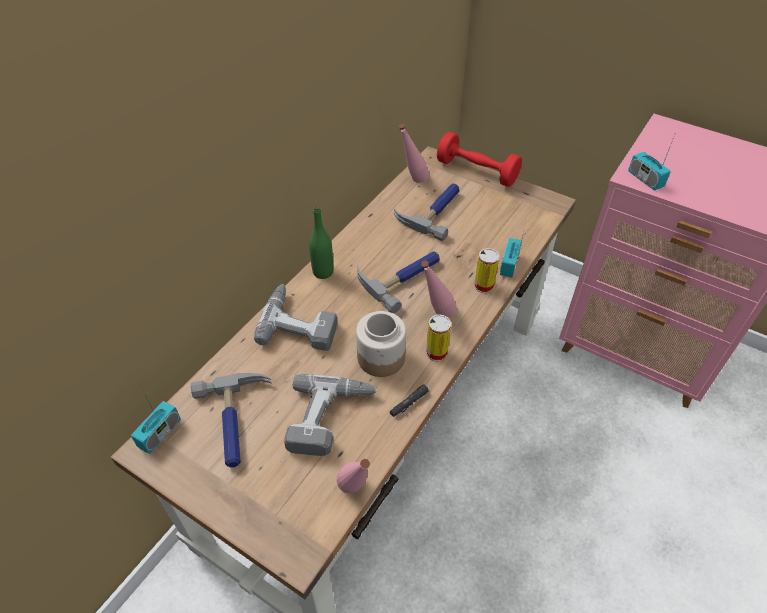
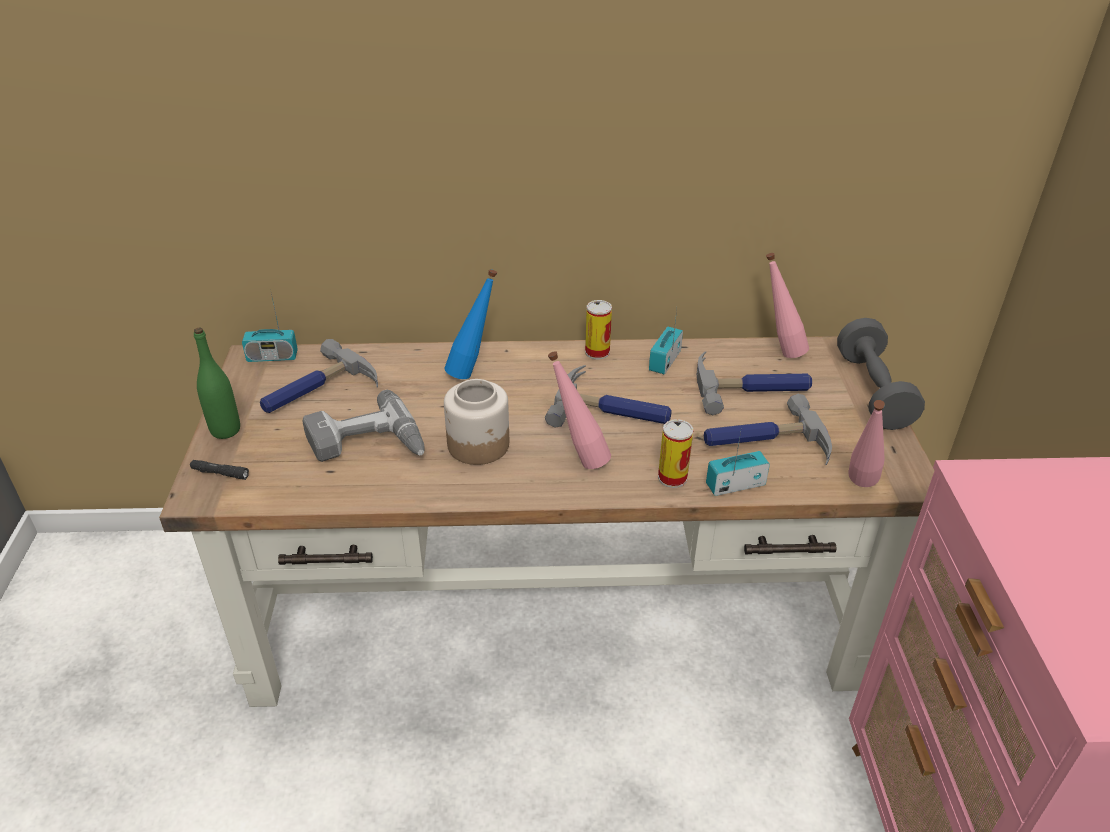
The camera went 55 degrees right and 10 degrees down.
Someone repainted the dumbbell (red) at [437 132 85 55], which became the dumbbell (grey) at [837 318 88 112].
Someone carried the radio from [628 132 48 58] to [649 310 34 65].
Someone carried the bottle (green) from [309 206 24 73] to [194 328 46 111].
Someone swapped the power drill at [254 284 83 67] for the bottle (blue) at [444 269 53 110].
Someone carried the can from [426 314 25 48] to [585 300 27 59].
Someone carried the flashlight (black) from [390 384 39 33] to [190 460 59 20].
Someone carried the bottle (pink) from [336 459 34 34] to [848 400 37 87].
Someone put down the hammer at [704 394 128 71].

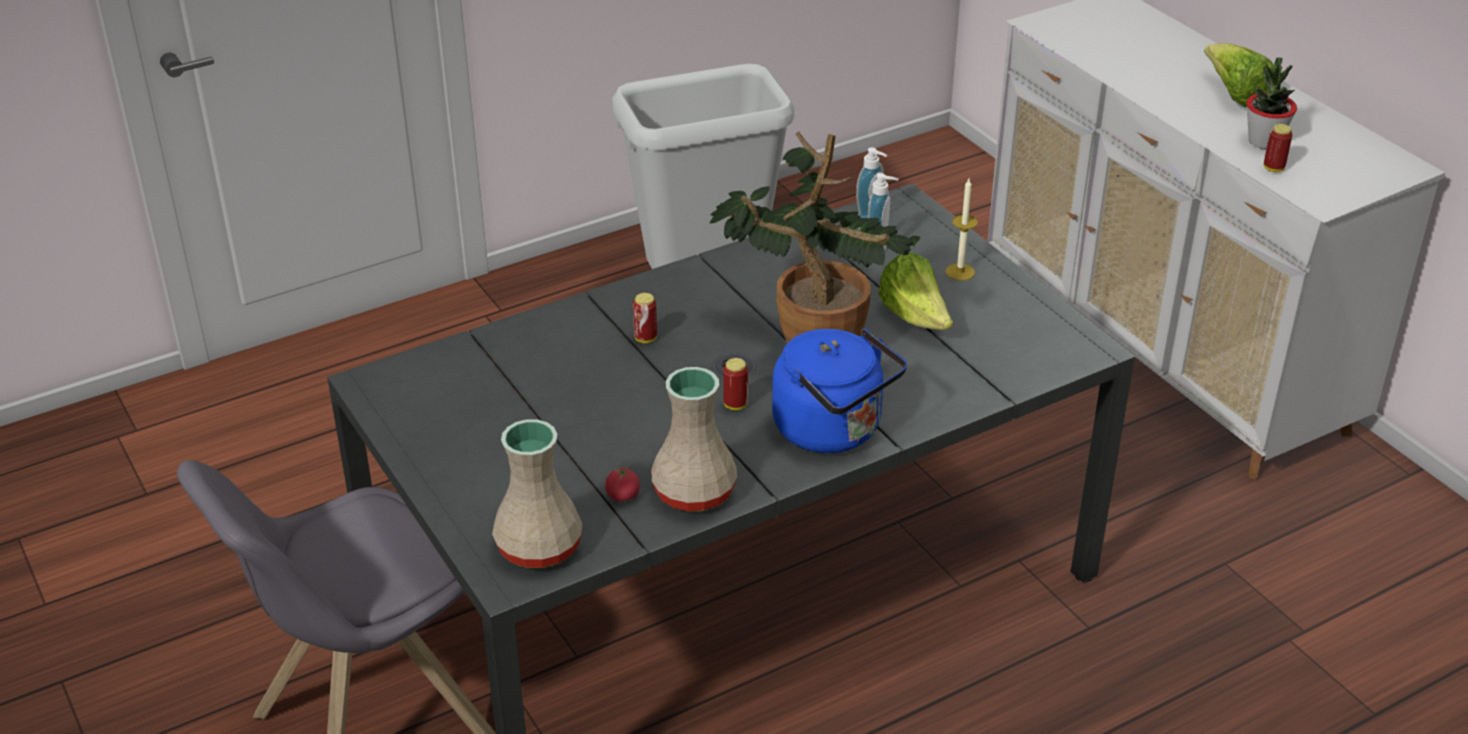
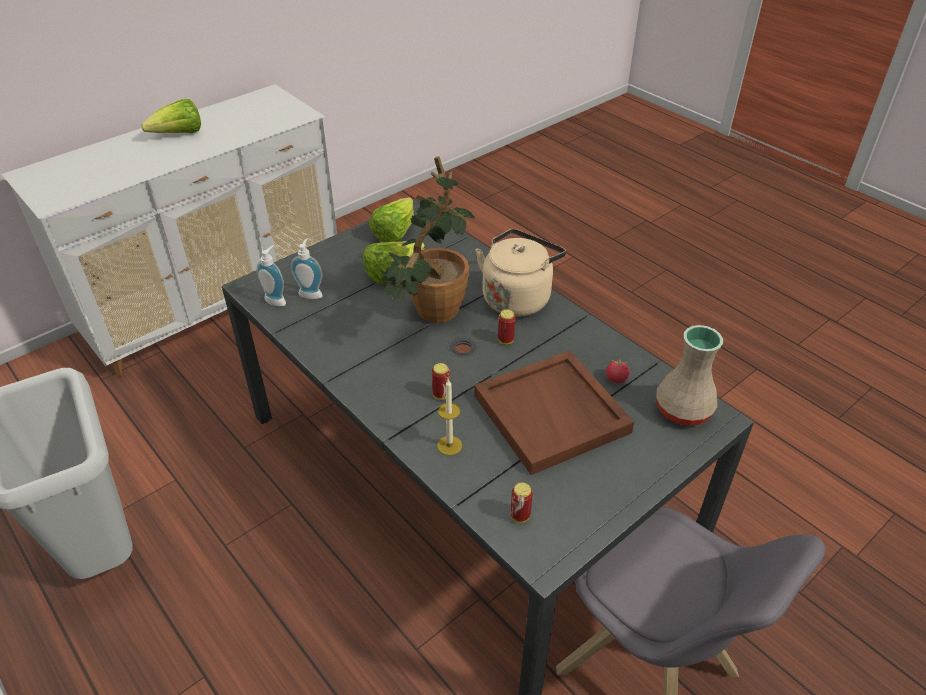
The camera went 100 degrees left and 5 degrees up.
Someone took away the potted plant at [1246 57 51 92].
Someone carried the can from [1264 124 28 48] to [510 483 23 40].
Someone carried the candle from [946 179 32 102] to [437 379 25 76].
Someone repainted the kettle (blue) at [772 328 135 125], which became the kettle (beige) at [475 229 91 88].
Someone took away the vase (beige) at [651 367 86 145].
Someone put down the lettuce at [369 197 45 45].
Someone put down the tray (brown) at [474 351 160 124].

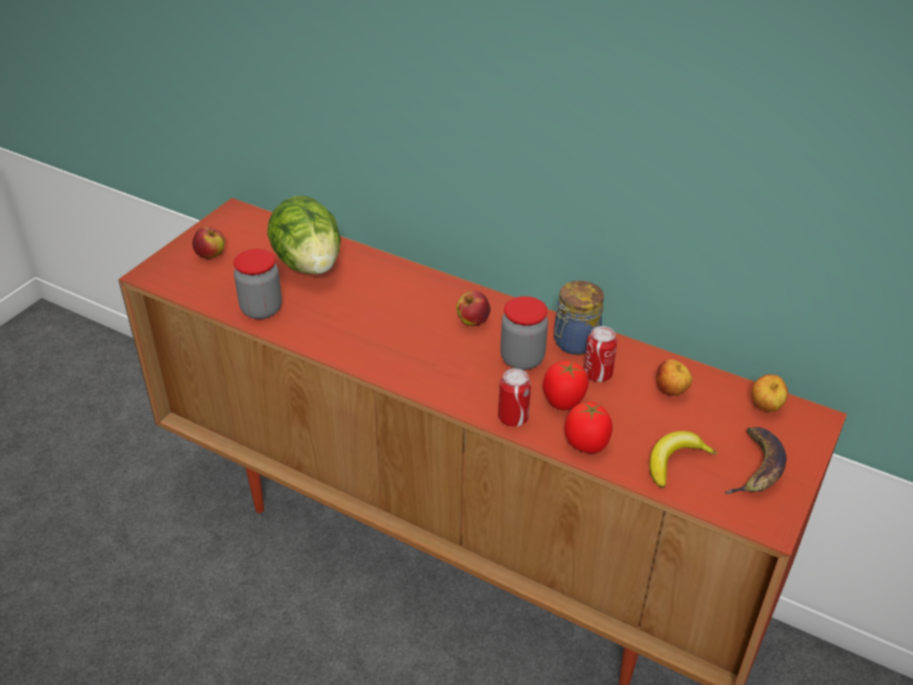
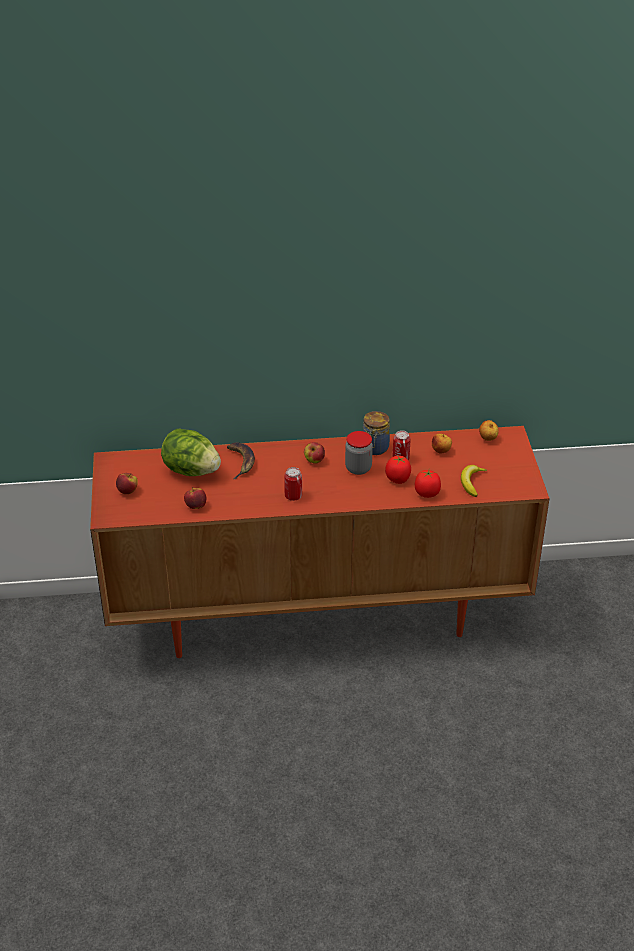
The camera went 35 degrees left and 0 degrees up.
Someone swapped the jar at [234 249 48 70] for the apple at [184 487 22 22].
Someone carried the can from [498 368 33 59] to [284 467 18 34].
Someone carried the banana from [725 427 62 67] to [227 443 28 36].

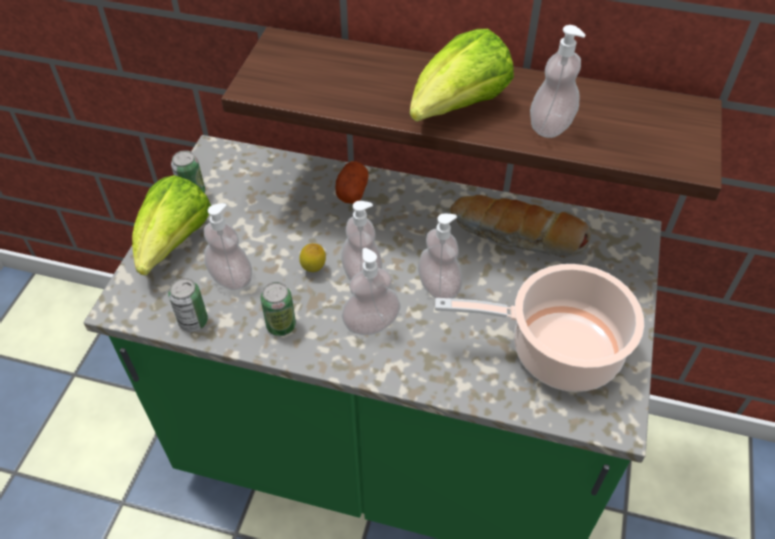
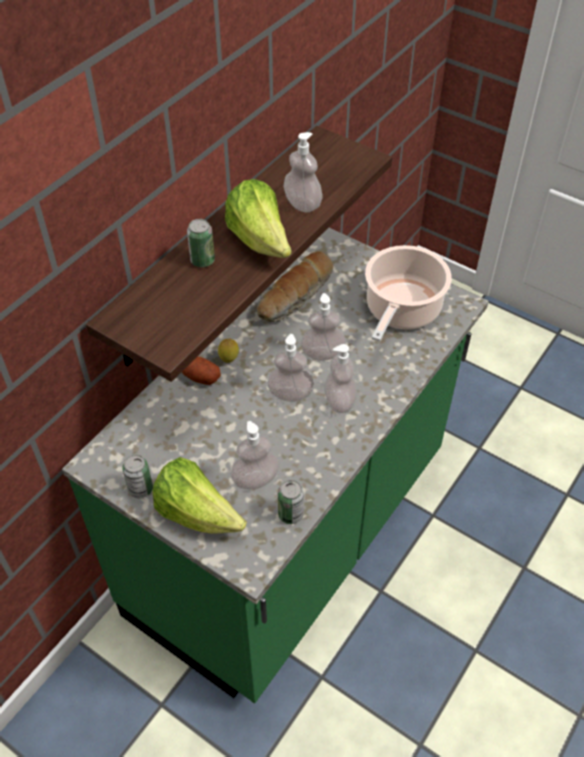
The camera went 70 degrees left and 0 degrees up.
Someone carried the lemon from [299 243 27 29] to [218 339 21 24].
Someone carried the can from [261 282 35 54] to [187 219 28 48].

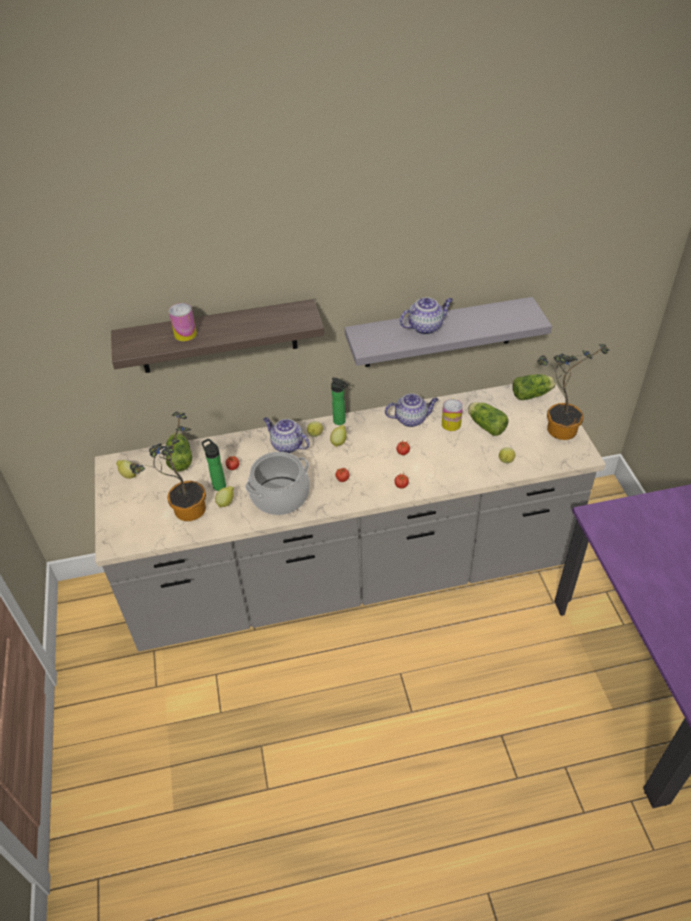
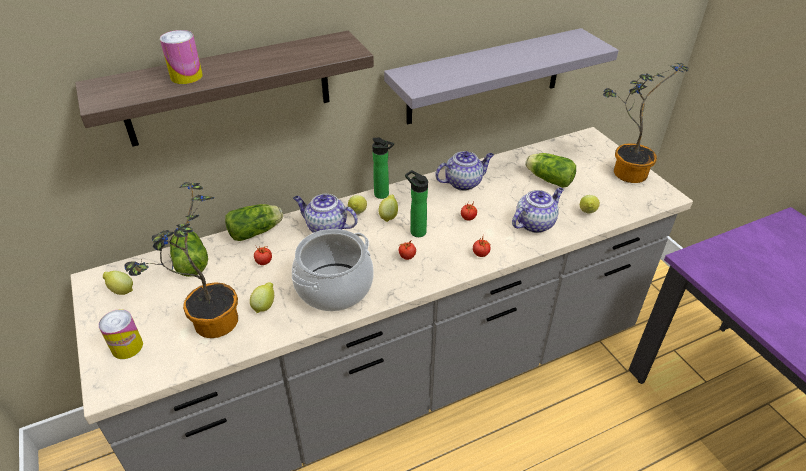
The camera went 15 degrees left and 5 degrees down.
Someone carried the teapot from [399 297 54 38] to [512 188 52 45].
Someone carried the lettuce from [513 374 43 26] to [225 204 58 37].
Someone carried the can from [442 399 21 32] to [99 309 44 50].
Someone carried the bottle from [201 439 25 52] to [405 170 23 67].

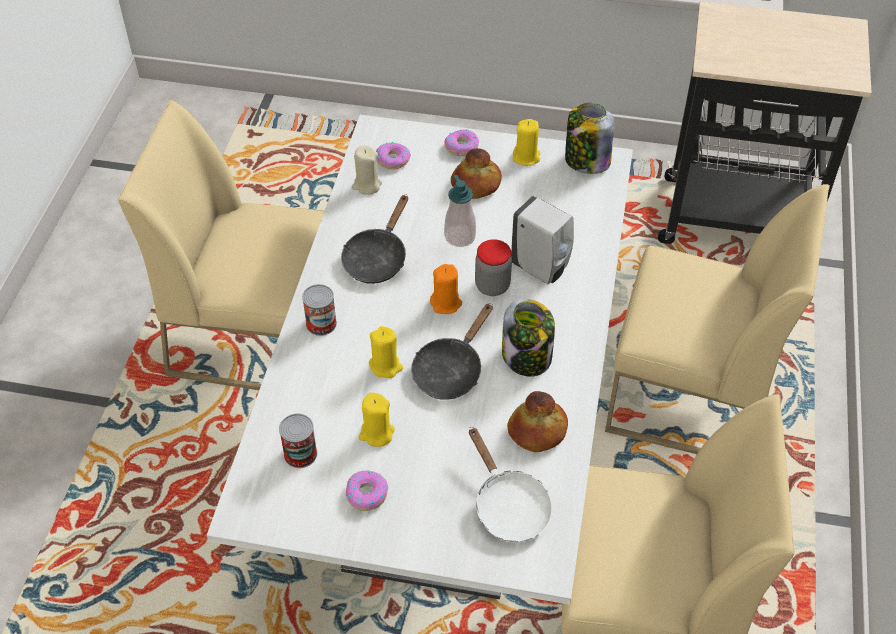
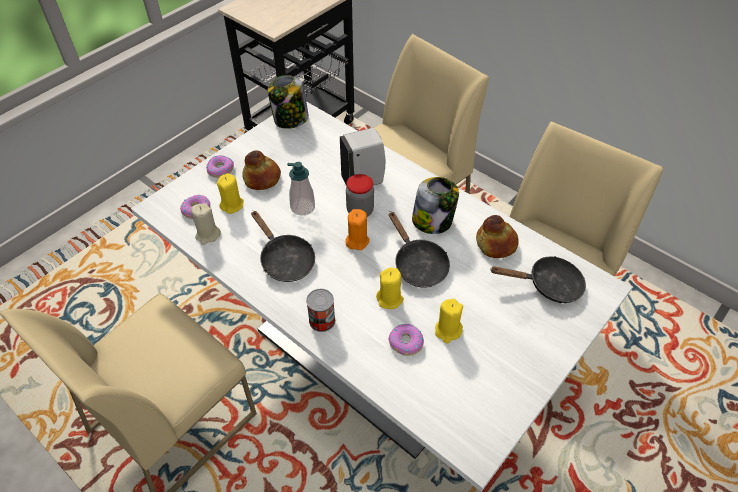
The camera went 60 degrees left and 0 degrees up.
Someone carried the candle (yellow) from [513 119 27 47] to [217 173 27 41].
Someone took away the can at [279 414 38 54].
Someone repainted the frying pan (white) at [469 427 83 115], which became the frying pan (black) at [491 256 95 47].
Someone carried the donut from [346 470 42 41] to [388 324 36 32].

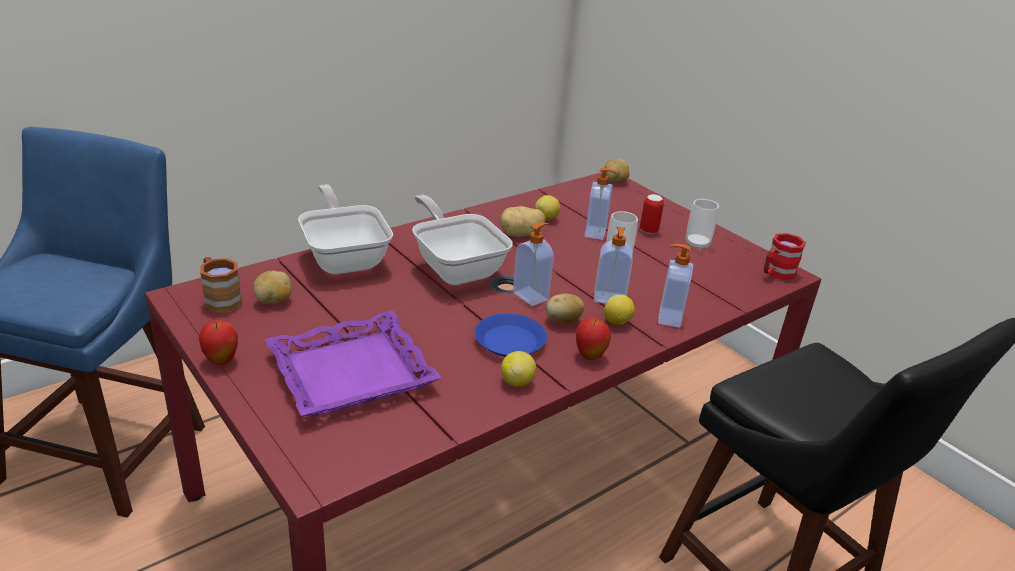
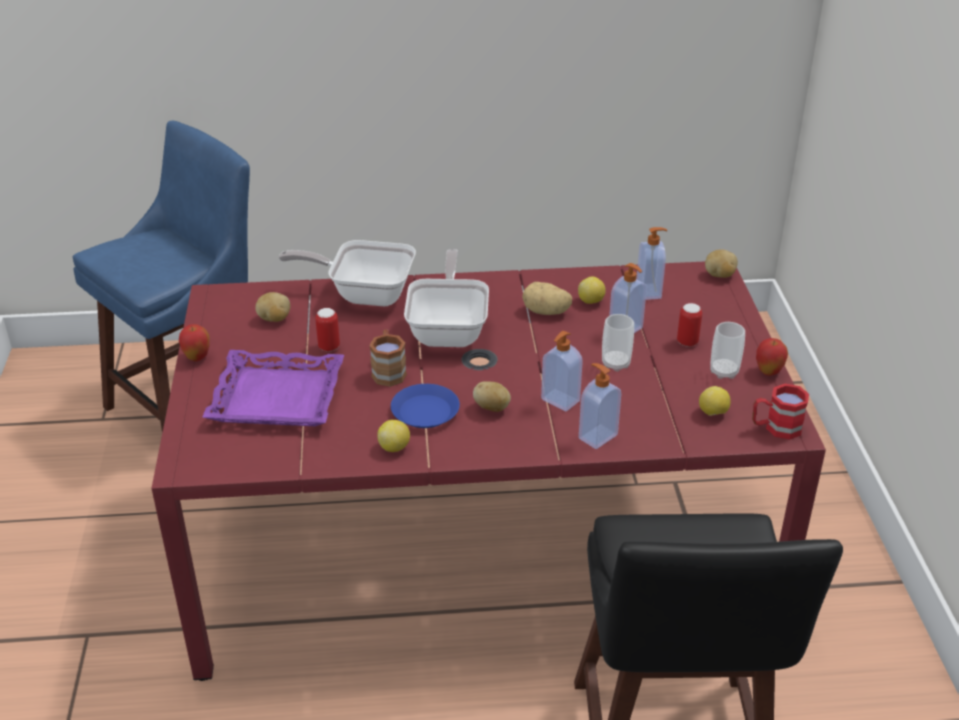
The camera went 35 degrees right and 5 degrees up.
Someone rotated the frying pan at [298 184 95 90] by 90 degrees counterclockwise.
Someone carried the soap dispenser from [513 222 41 84] to [636 227 31 73].
Someone carried the mug (brown) from [200 257 42 57] to [369 329 38 58].
Someone carried the lemon from [604 295 31 30] to [699 386 32 30].
Someone carried the apple from [576 318 35 42] to [756 338 32 38].
Someone put down the can at [315 308 25 44].

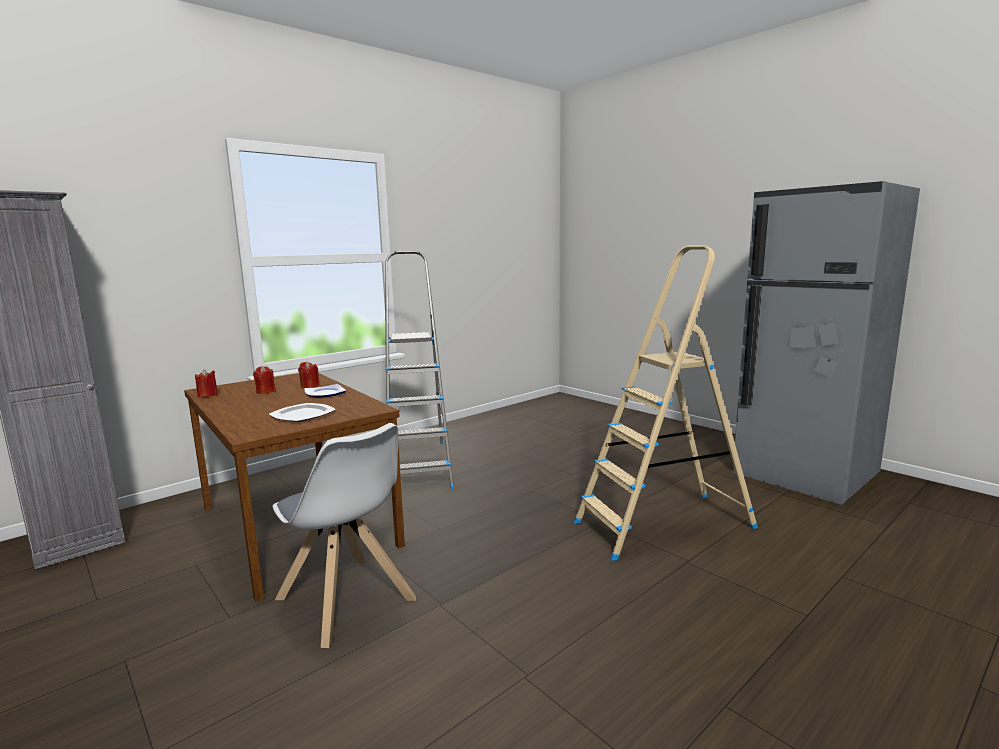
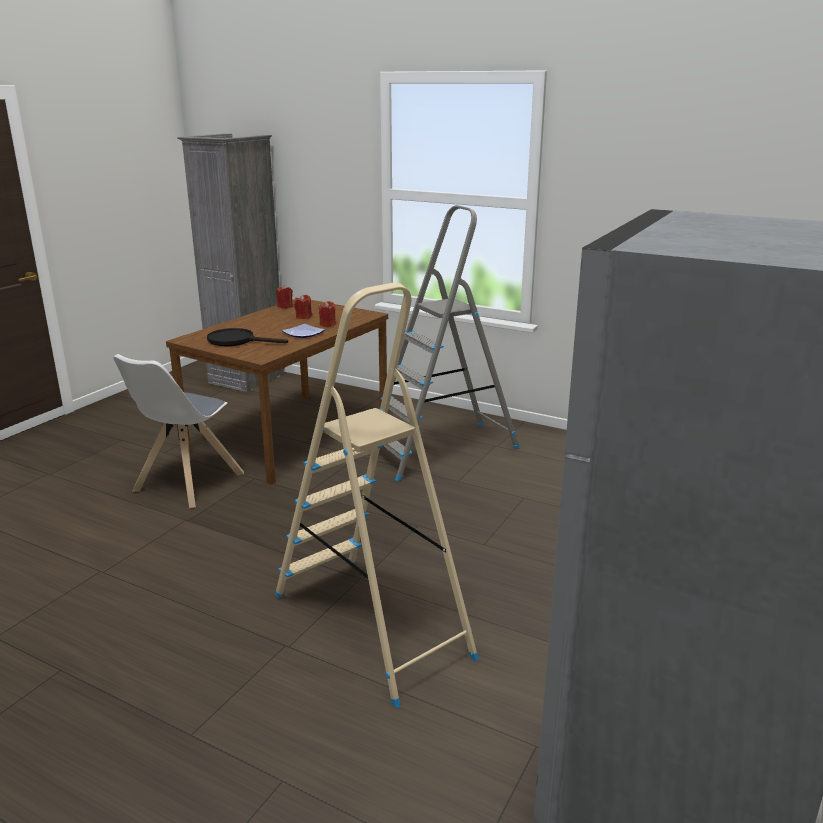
The camera went 70 degrees right and 10 degrees up.
Someone swapped the plate at [269 403 67 19] for the frying pan (black) at [207 328 81 18].

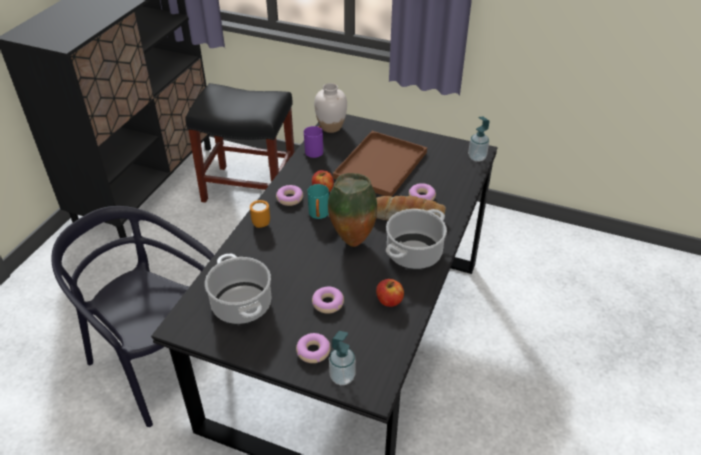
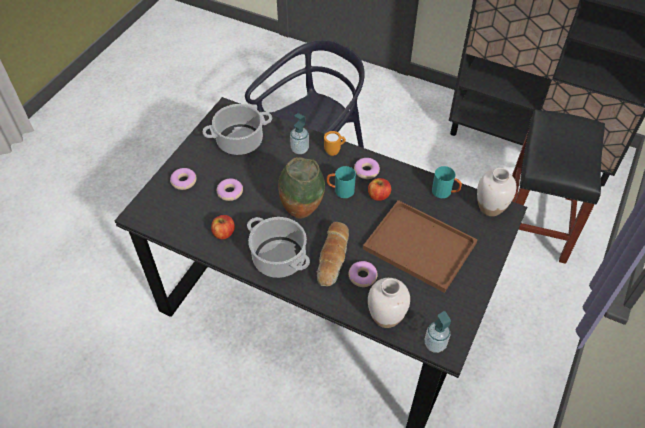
The camera went 95 degrees right and 10 degrees up.
Someone repainted the mug (purple) at [304 126 19 32], which became the mug (turquoise) at [432 166 30 32].
Someone carried the soap dispenser from [329 331 27 54] to [290 113 19 41].
Someone put down the vase (white) at [368 278 42 50].

